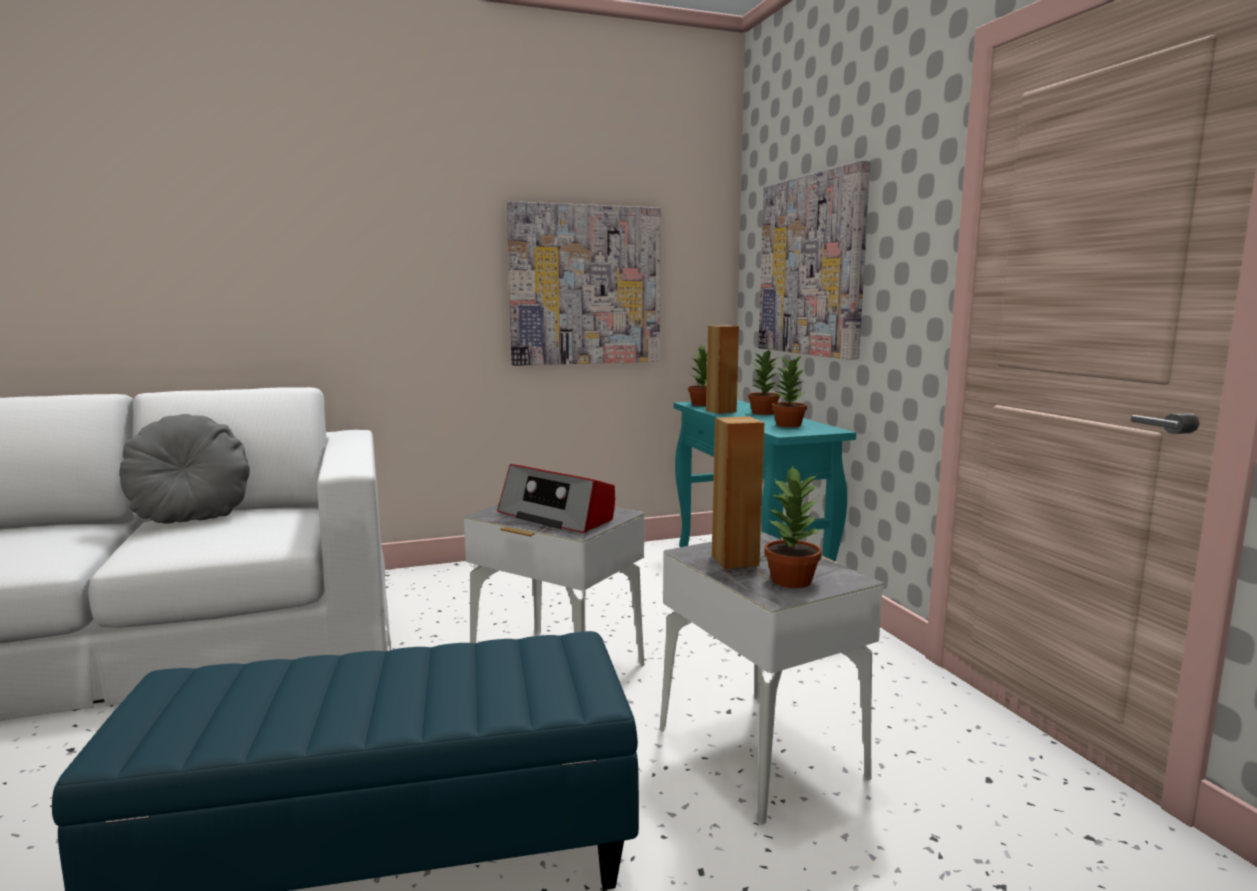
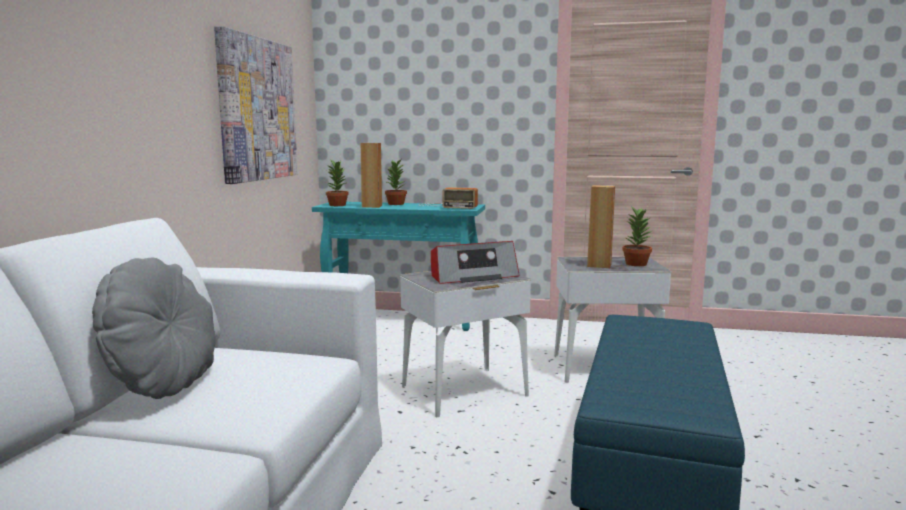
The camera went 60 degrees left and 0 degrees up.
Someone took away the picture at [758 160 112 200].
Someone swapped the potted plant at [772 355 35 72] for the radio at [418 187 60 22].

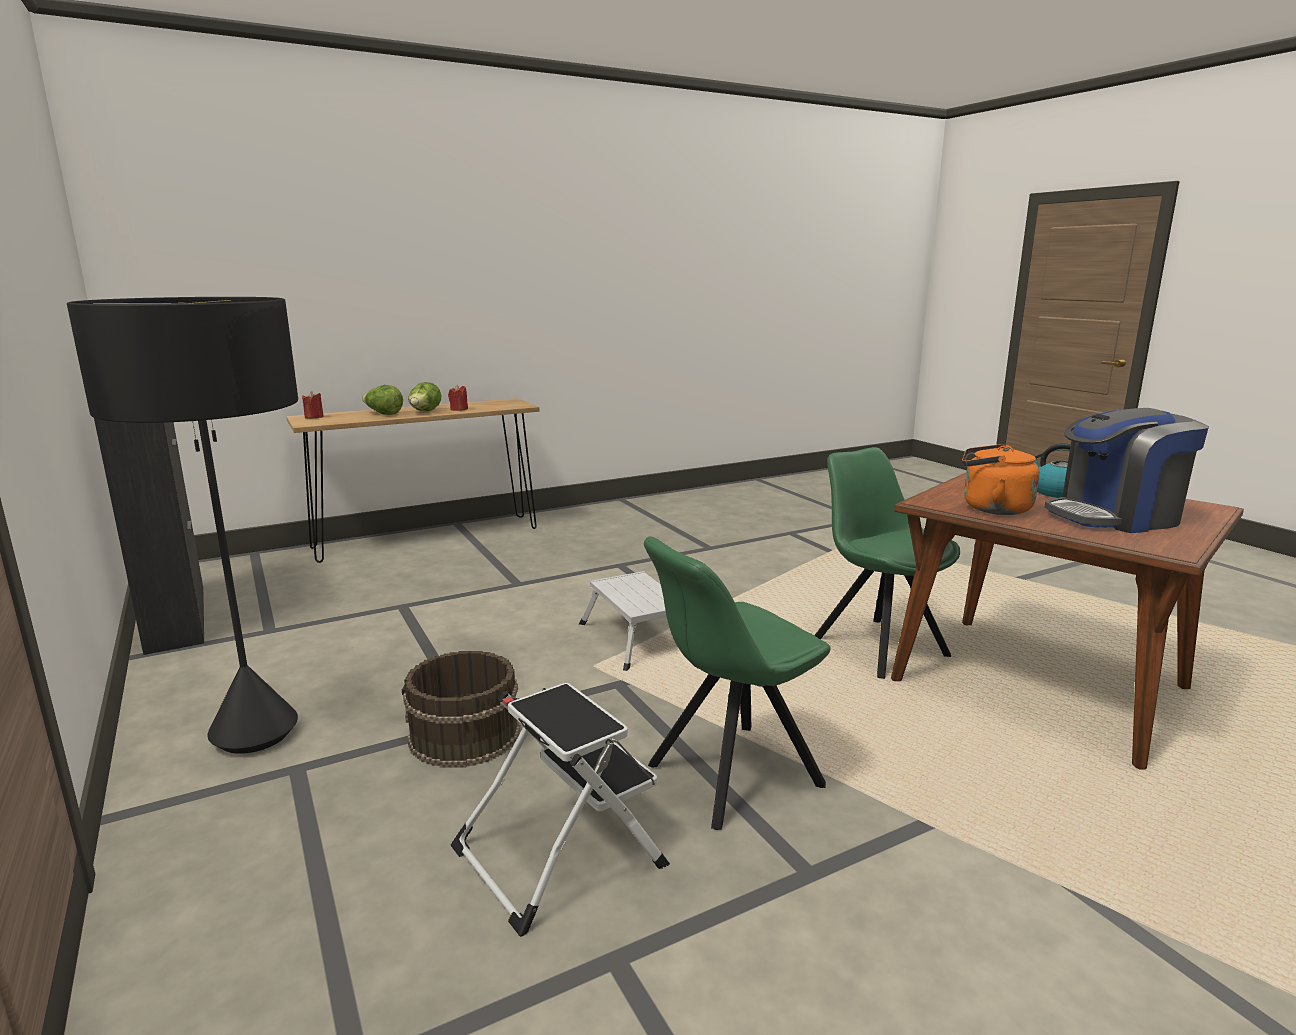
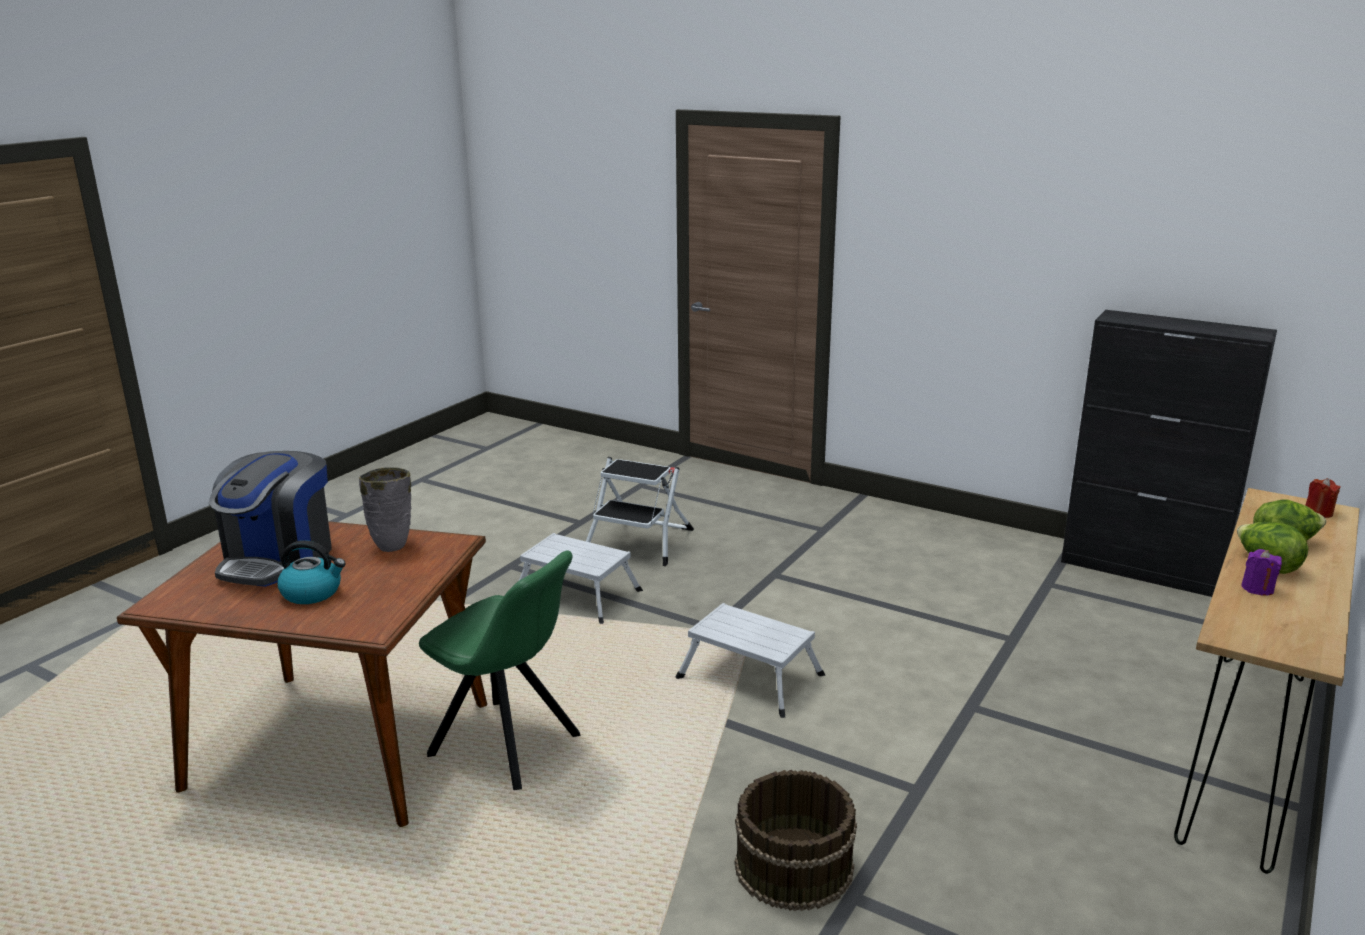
The camera went 150 degrees right and 5 degrees up.
Someone took away the floor lamp (black) at [67 297 231 457].
Someone repainted the candle (red) at [448 385 20 26], which became the candle (purple) at [1241 549 41 47].
Someone rotated the coffee machine at [1044 408 165 125] by 150 degrees clockwise.
Someone swapped the kettle (orange) at [962 444 78 71] for the vase (grey) at [359 467 52 85].
Someone swapped the chair (green) at [644 536 187 294] for the step ladder (white) at [519 533 124 91].
Someone carried the bucket (brown) from [402 651 118 116] to [734 770 123 141].

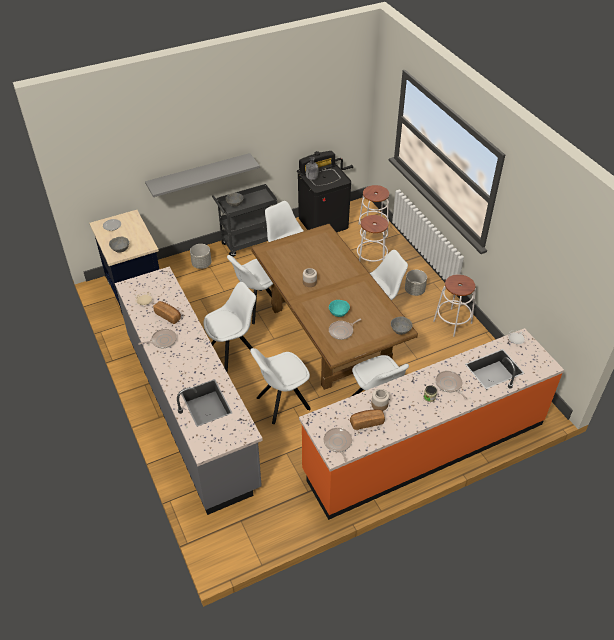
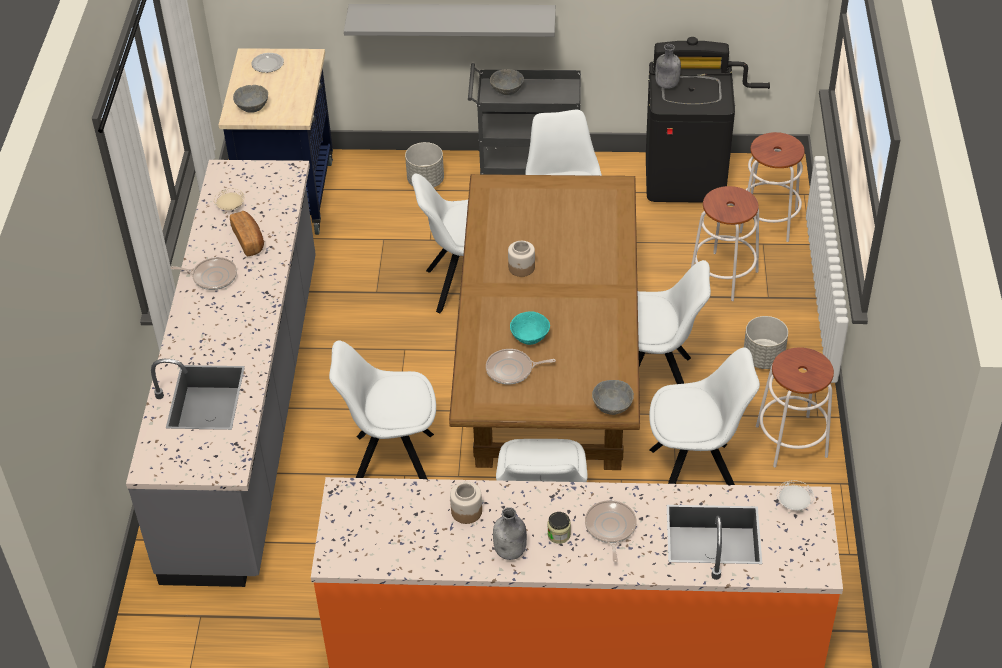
The camera went 30 degrees right and 0 degrees up.
Someone carried the chair (white) from [204 282 52 90] to [649 347 111 138].
Someone took away the bread at [350 409 35 21].
Someone took away the frying pan at [324 428 28 35].
Someone put down the bottle (grey) at [493 507 34 53].

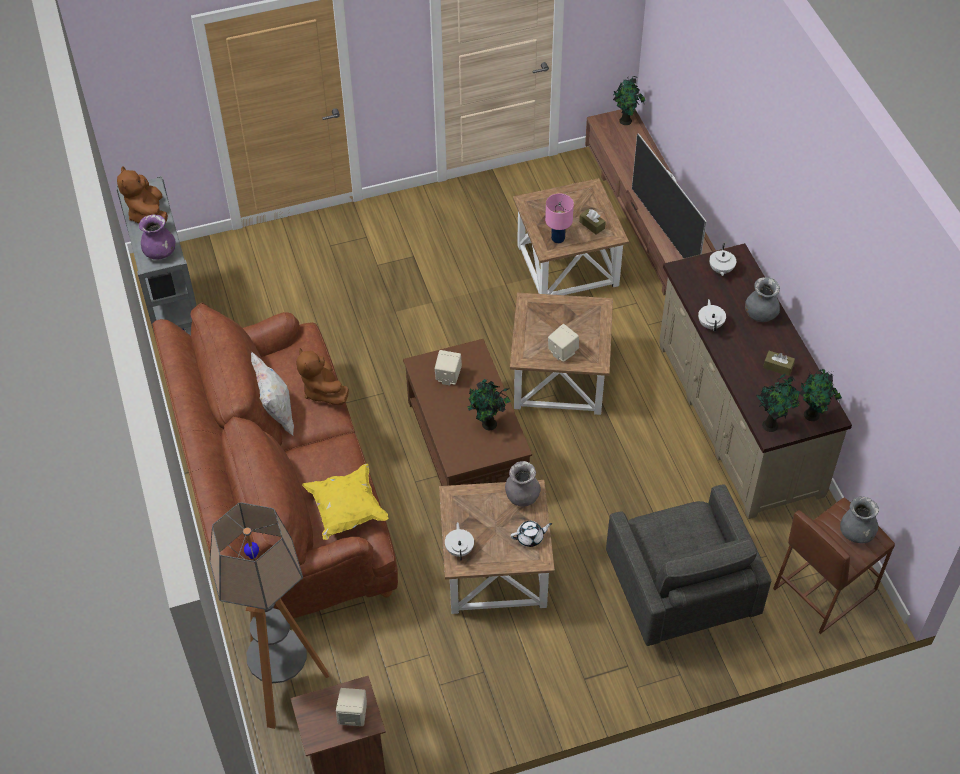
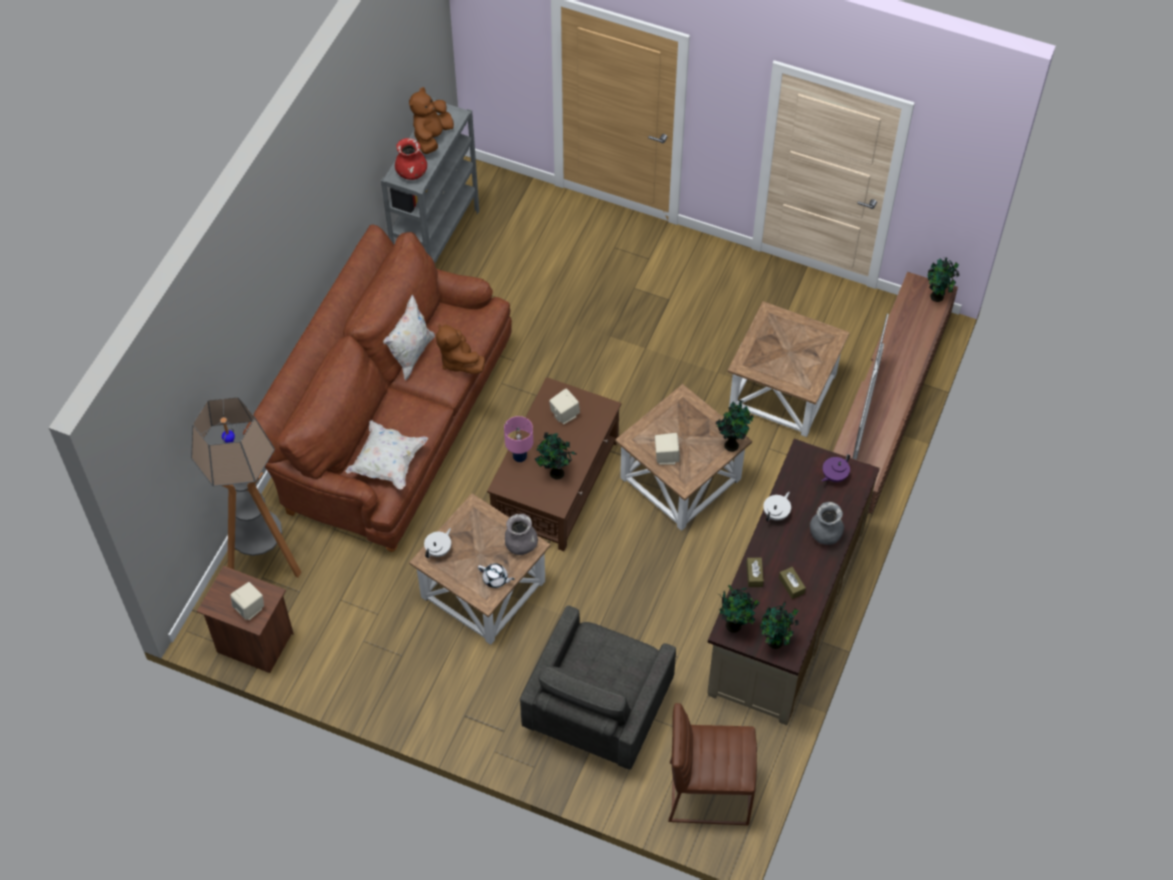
The camera went 40 degrees right and 5 degrees up.
Someone carried the table lamp (pink) from [545 194 29 49] to [504 416 29 46].
Someone carried the tissue box (brown) from [579 209 27 25] to [746 557 18 30].
Someone repainted the vase (purple) at [139 214 37 46], which became the vase (red) at [395 138 32 42].
Someone repainted the teapot (white) at [709 243 27 33], which became the teapot (purple) at [821 454 29 28].
Someone rotated the plush toy (brown) at [296 348 53 57] by 45 degrees counterclockwise.
Someone repainted the pillow (yellow) at [302 464 86 76], which became the pillow (white) at [345 420 83 70].
Someone took away the vase (grey) at [840 496 39 47].
Someone put down the potted plant at [716 400 38 52].

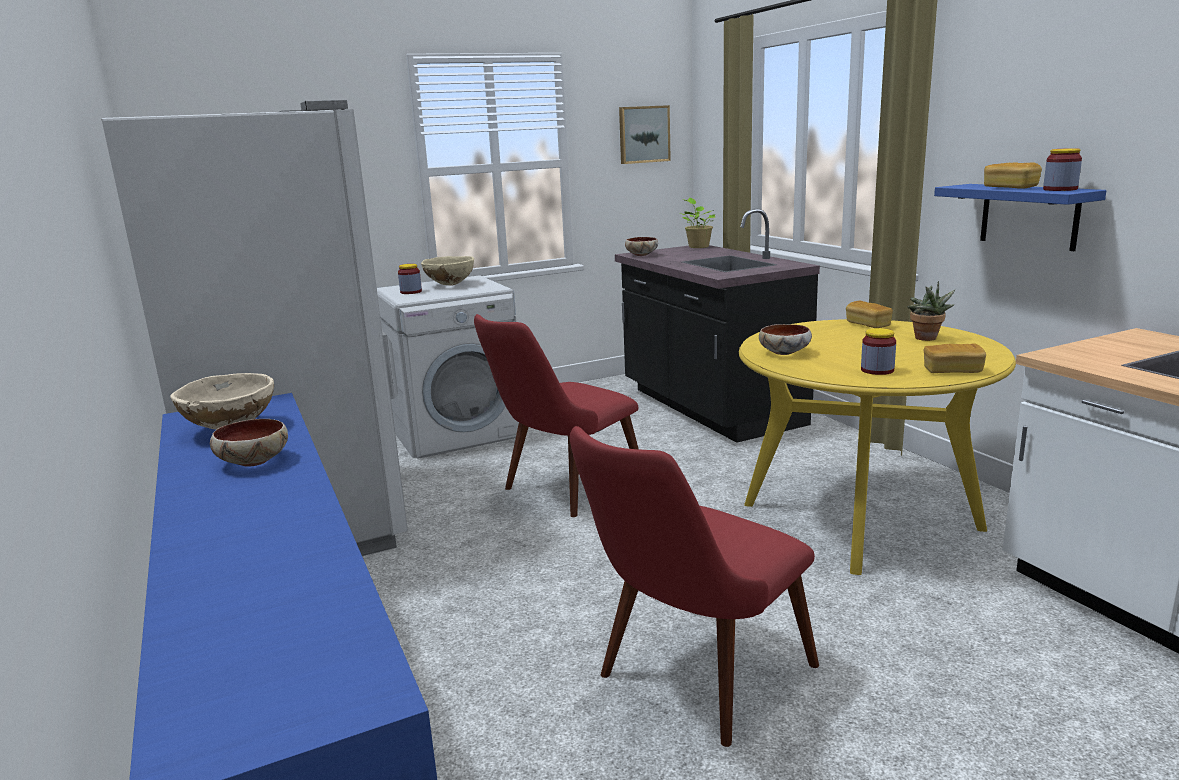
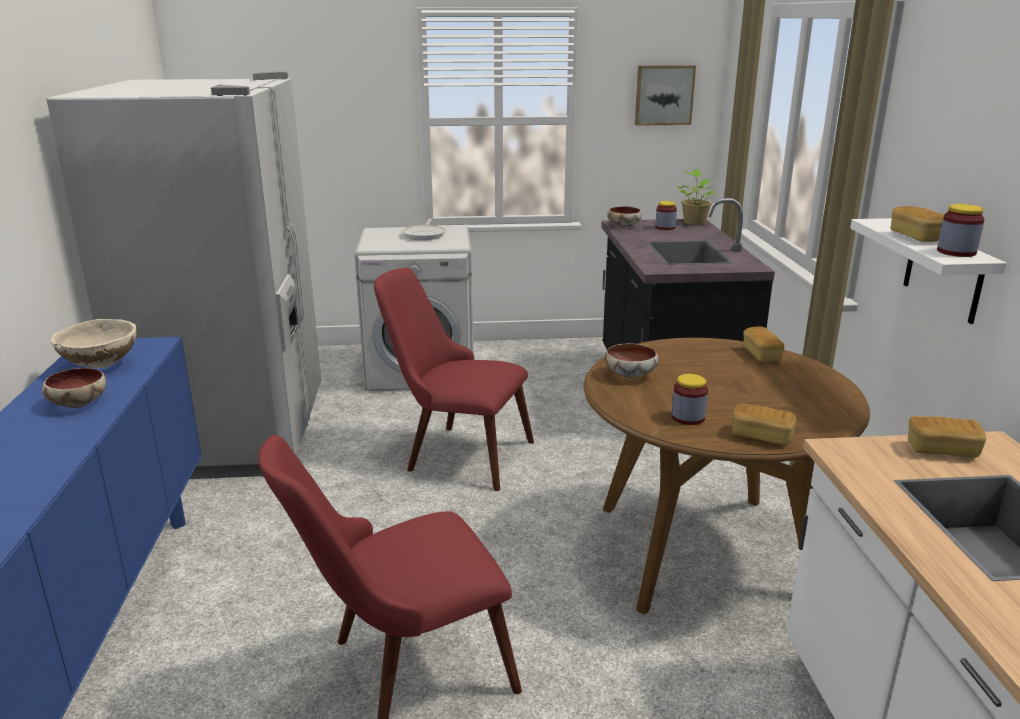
The camera went 20 degrees right and 5 degrees up.
Someone repainted the shelf (blue) at [934 184 172 67], which became the shelf (white) at [850 218 157 106].
Someone swapped the bowl (beige) at [421 256 53 30] for the frying pan at [402 218 44 22].
Someone carried the jar from [398 264 24 30] to [655 201 22 29].
Someone took away the potted plant at [908 281 47 60].
Someone rotated the chair (red) at [474 314 164 203] by 45 degrees clockwise.
Someone repainted the dining table (yellow) at [739 319 277 256], which became the dining table (brown) at [584 338 286 276].
Someone put down the bread at [908 416 79 42].

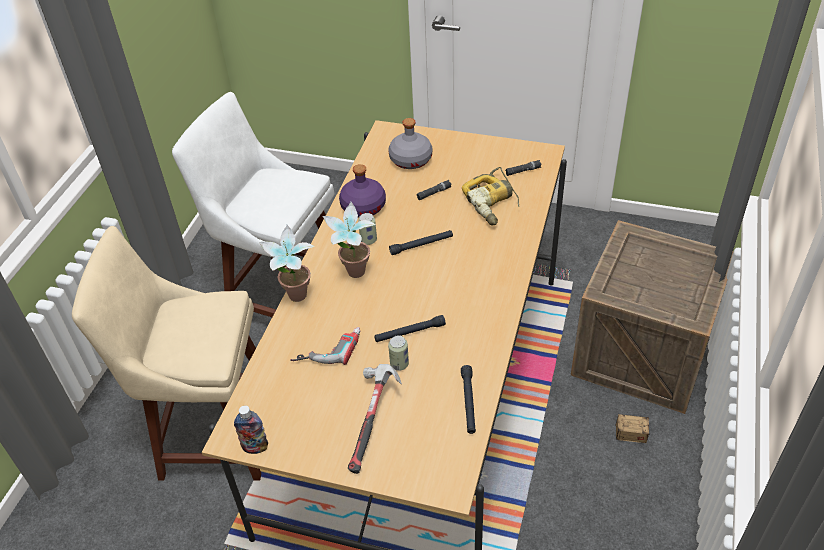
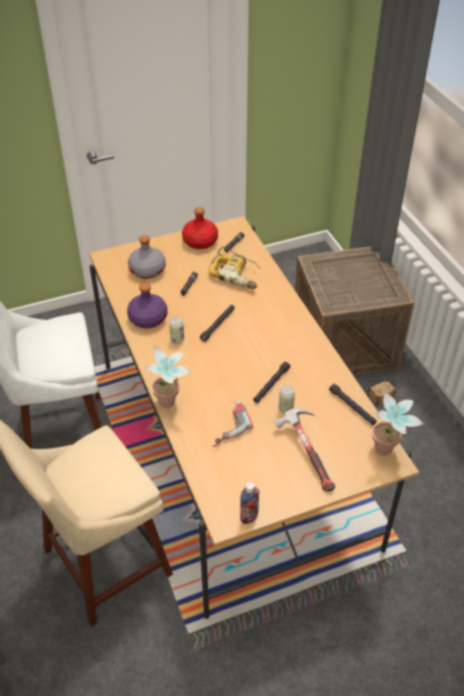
The camera went 40 degrees left and 0 degrees up.
Someone carried the potted plant from [323 202 53 76] to [372 391 52 64].
Someone put down the bottle (red) at [182 207 36 42].

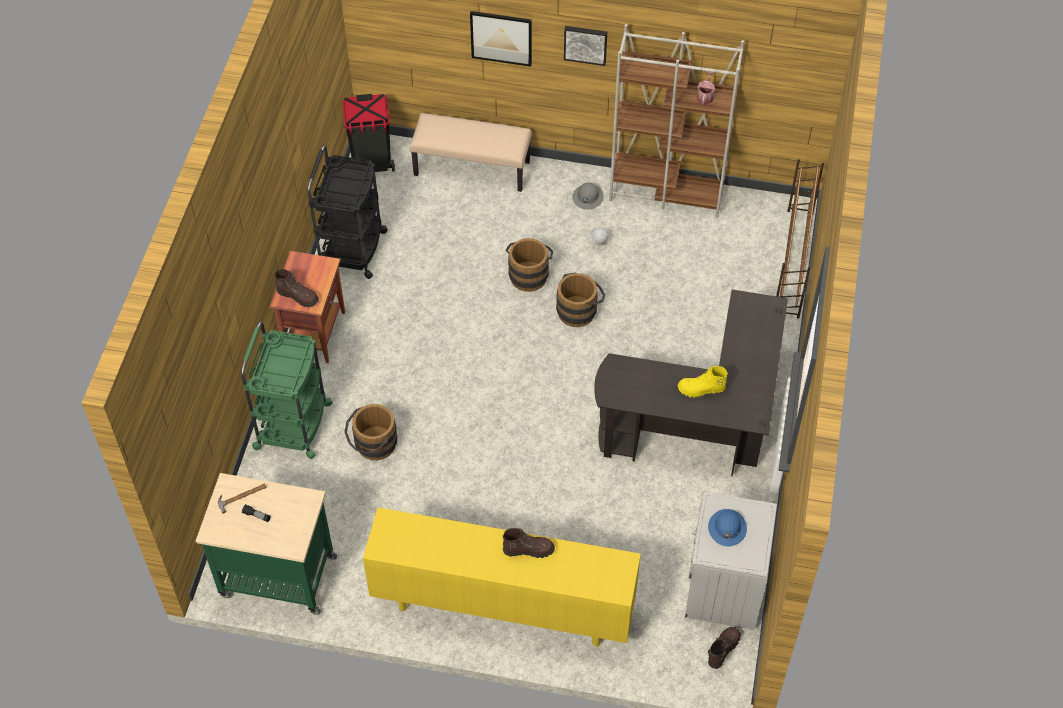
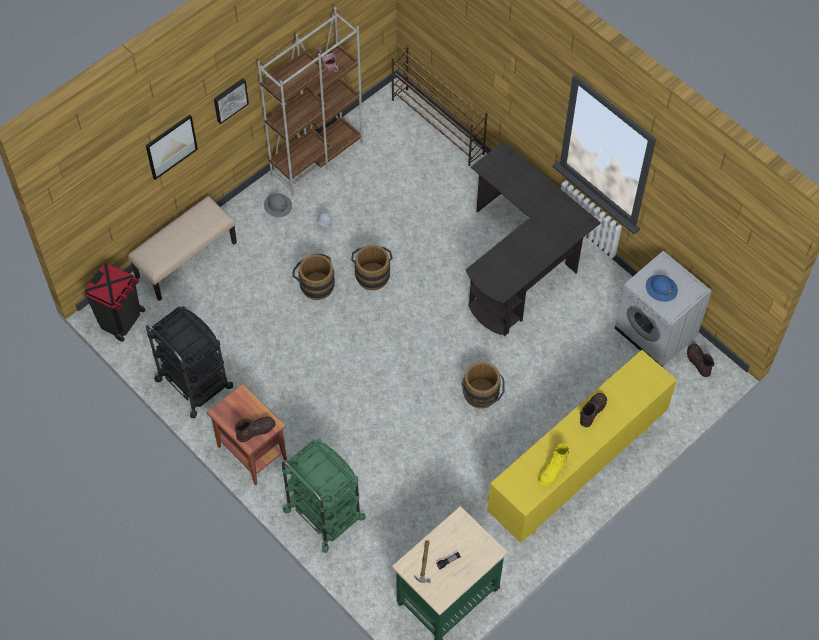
The camera went 55 degrees left and 5 degrees up.
Someone carried the boot (yellow) from [678 366 50 32] to [538 443 31 43].
Someone carried the bucket (brown) from [344 404 54 56] to [461 362 43 47].

